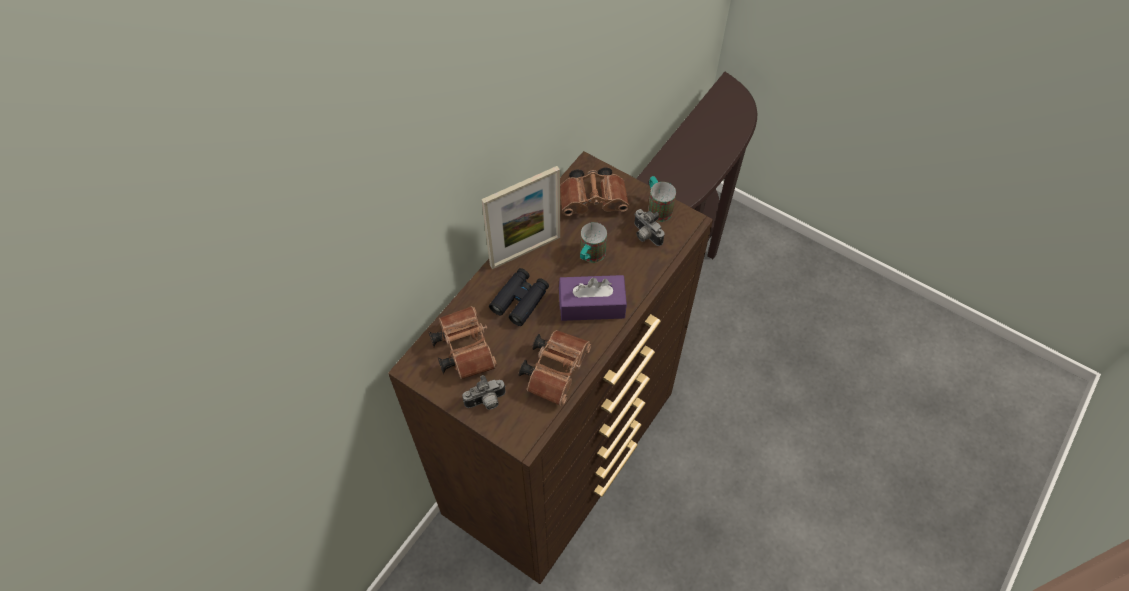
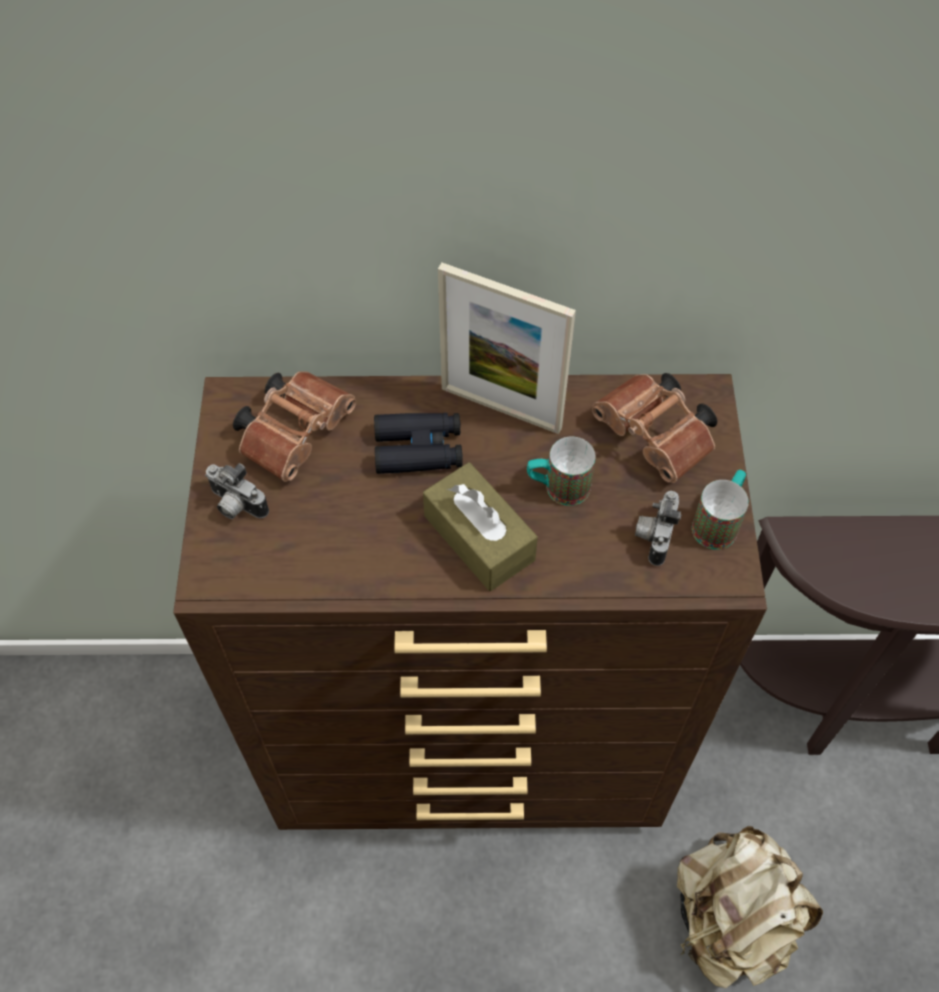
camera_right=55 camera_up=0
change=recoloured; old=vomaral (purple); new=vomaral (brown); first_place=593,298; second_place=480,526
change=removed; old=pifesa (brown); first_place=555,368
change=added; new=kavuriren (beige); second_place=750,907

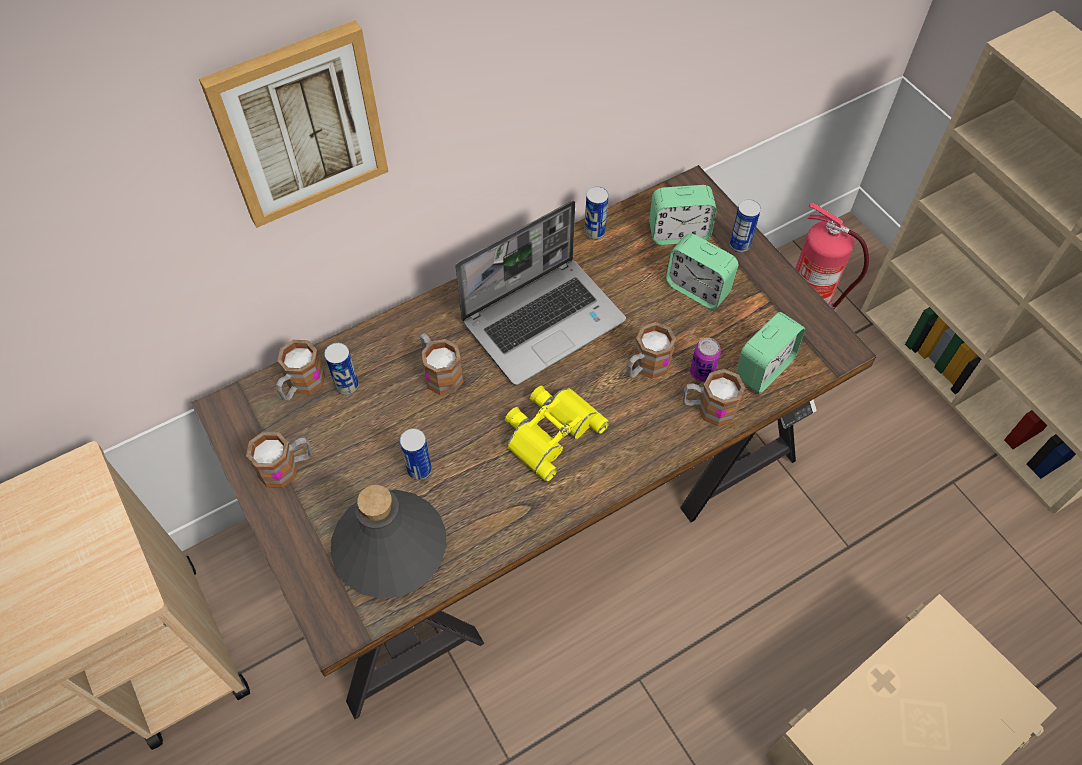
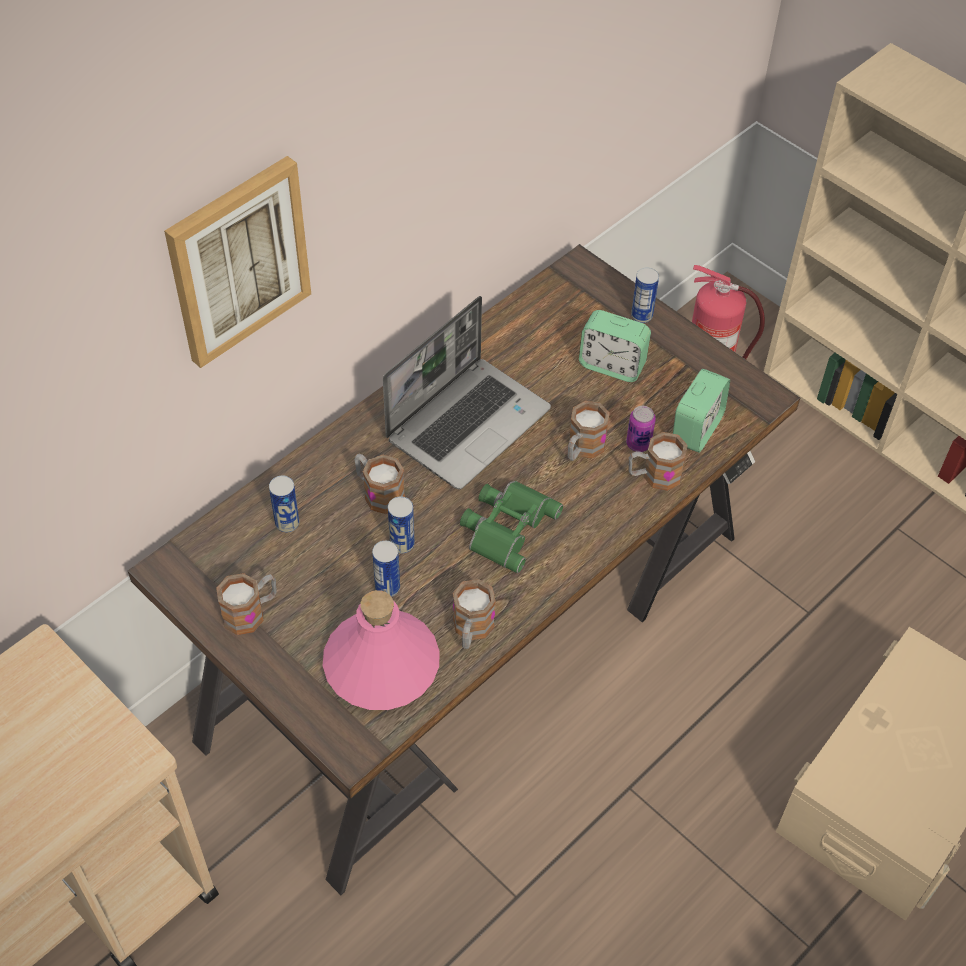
camera_right=-15 camera_up=-5
change=removed; old=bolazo; first_place=683,215
change=moved; old=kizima; first_place=596,213; second_place=401,525
change=moved; old=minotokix; first_place=300,370; second_place=474,614
change=recoloured; old=pifesa (yellow); new=pifesa (green); first_place=557,434; second_place=511,527
change=recoloured; old=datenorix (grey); new=datenorix (pink); first_place=388,541; second_place=381,650

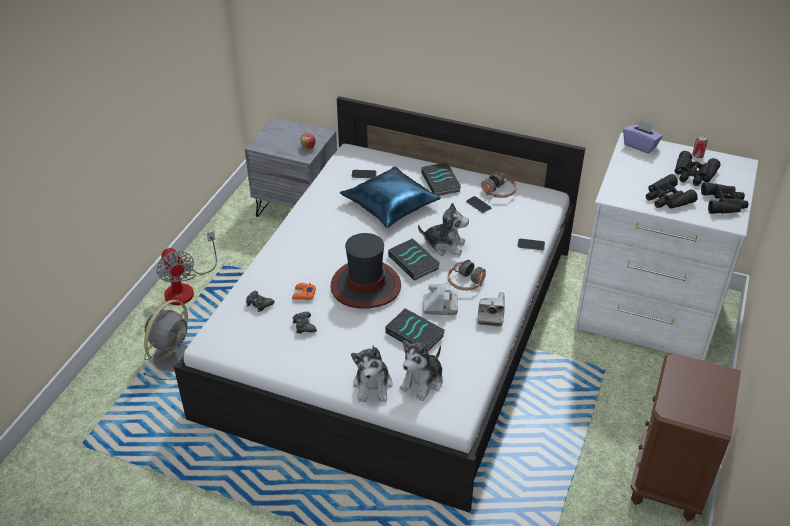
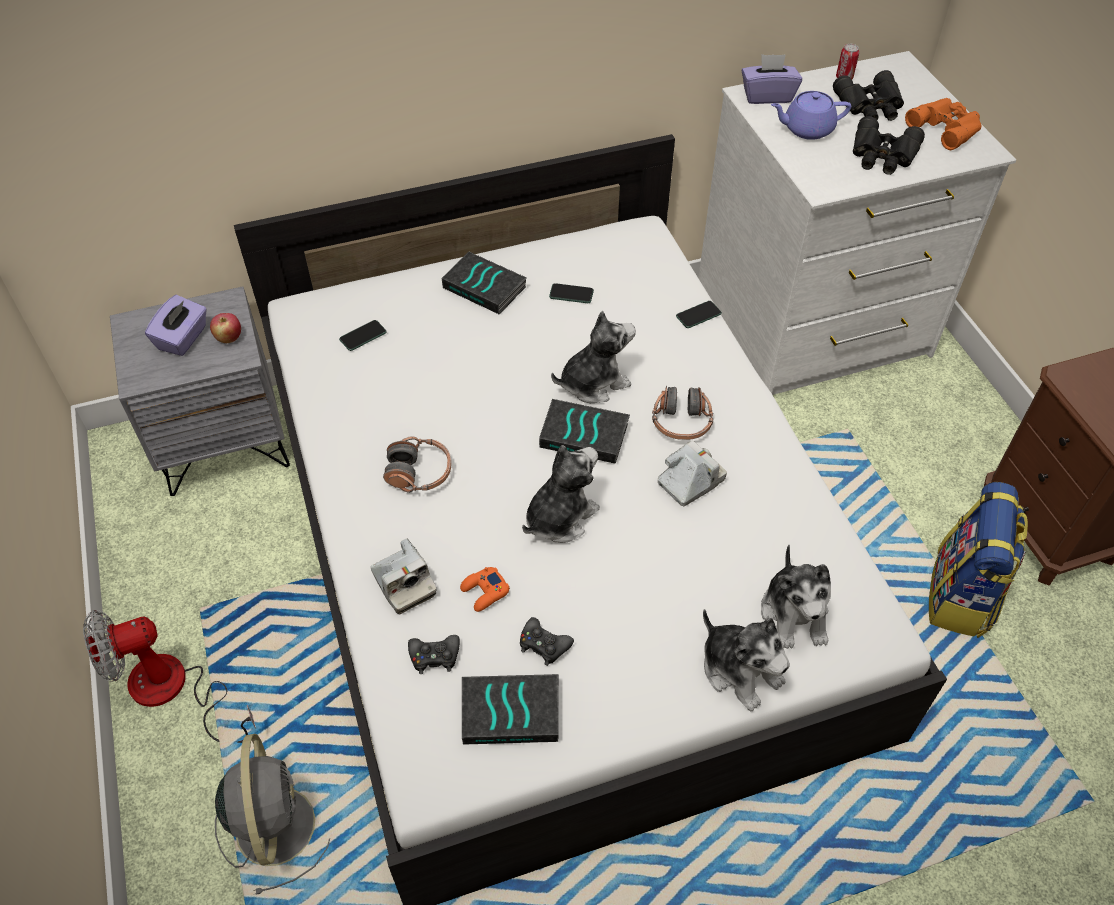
camera_right=-40 camera_up=10
change=removed; old=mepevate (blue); first_place=390,197
change=moved; old=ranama; first_place=499,185; second_place=417,464
change=recoloured; old=pifesa (black); new=pifesa (orange); first_place=725,198; second_place=943,124
change=turned; old=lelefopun; first_place=187,268; second_place=169,676; degrees=135
change=replaced; old=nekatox; new=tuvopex; first_place=366,271; second_place=561,494
change=moved; old=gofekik; first_place=491,309; second_place=404,576
change=moved; old=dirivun; first_place=415,329; second_place=510,709
change=added; new=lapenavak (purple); second_place=811,115
change=added; new=vomaral (purple); second_place=176,325
change=added; new=kavuriren; second_place=978,560

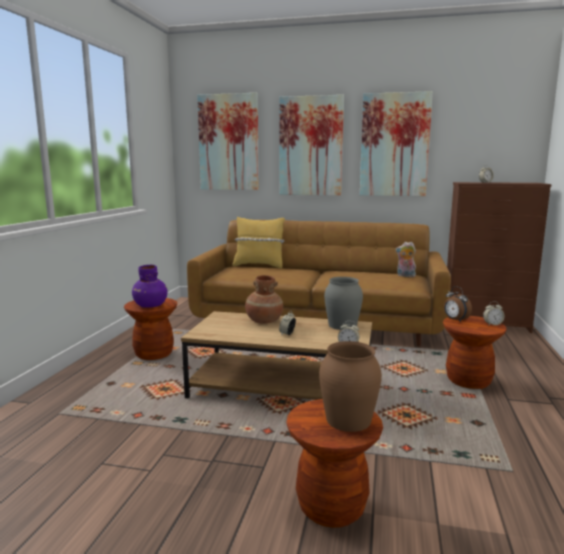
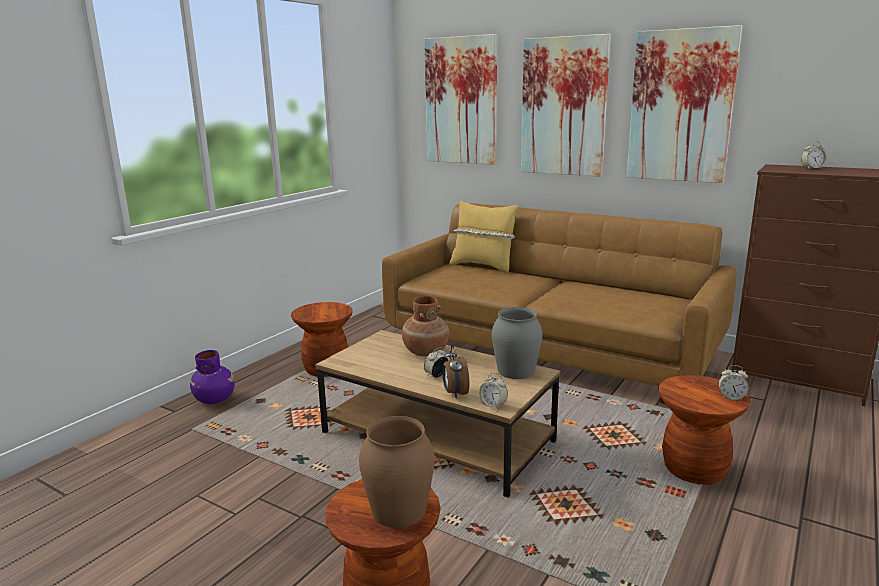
camera_right=20 camera_up=5
change=removed; old=tuvopex; first_place=405,259
change=moved; old=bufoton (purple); first_place=150,286; second_place=212,377
change=moved; old=bolazo; first_place=458,304; second_place=455,371

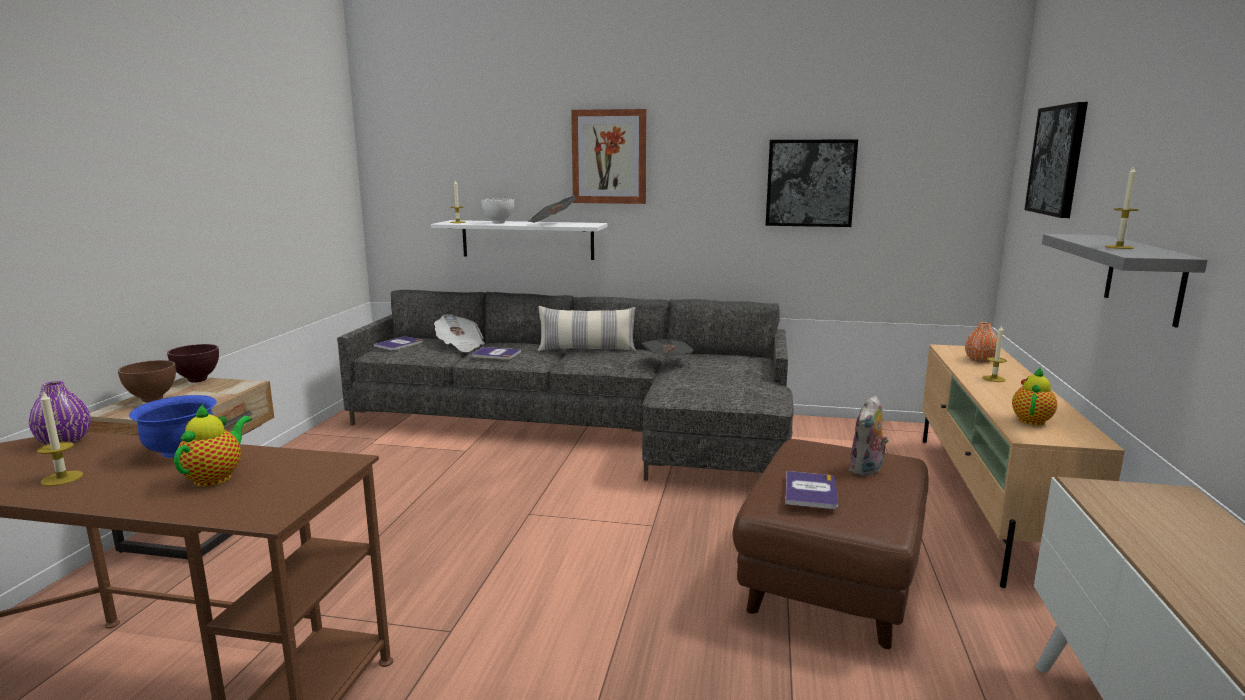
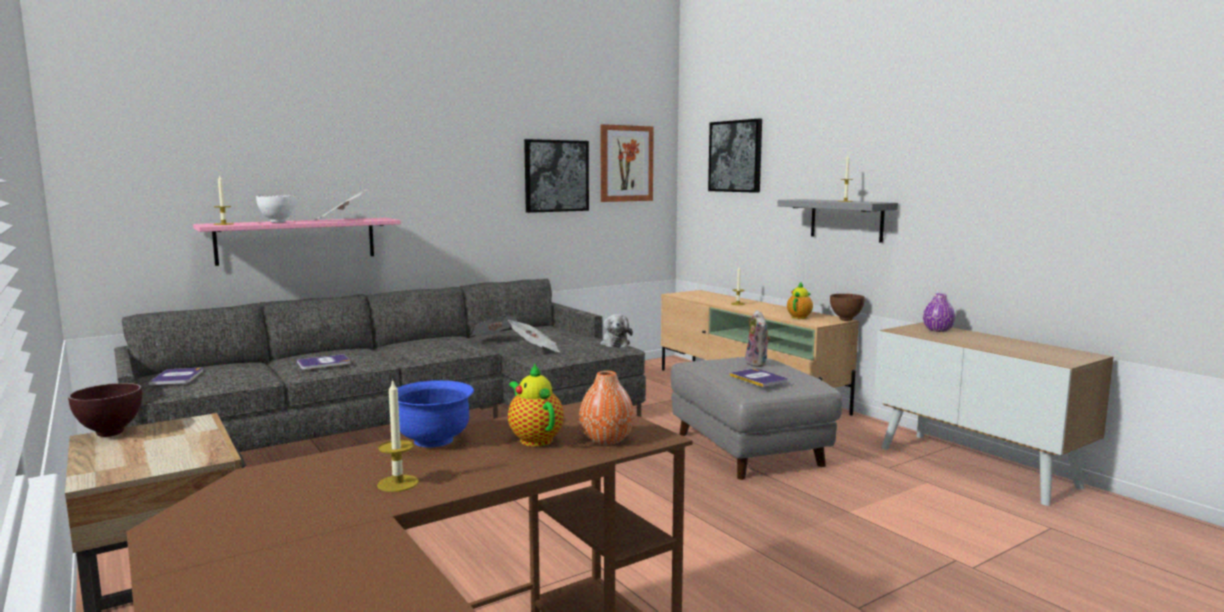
camera_right=-45 camera_up=-5
change=moved; old=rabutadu; first_place=609,156; second_place=627,163
change=recoloured; old=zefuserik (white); new=zefuserik (pink); first_place=519,240; second_place=297,242
change=removed; old=mepevate; first_place=587,329
change=moved; old=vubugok; first_place=459,333; second_place=533,336
change=moved; old=bufoton (orange); first_place=981,342; second_place=606,408
change=moved; old=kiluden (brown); first_place=147,381; second_place=847,307
change=turned; old=lapenavak; first_place=1034,396; second_place=800,300; degrees=45
change=moved; old=bufoton (purple); first_place=60,413; second_place=939,312
change=recoloured; old=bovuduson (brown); new=bovuduson (grey); first_place=830,544; second_place=756,418
change=added; new=tuvopex; second_place=616,331

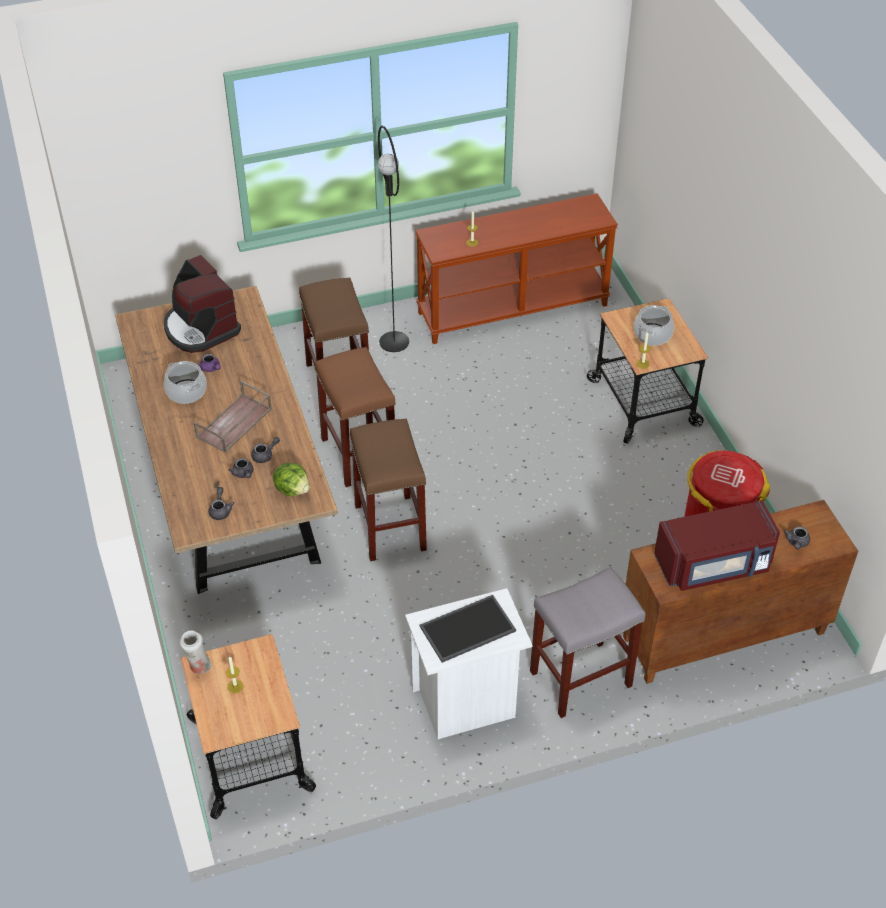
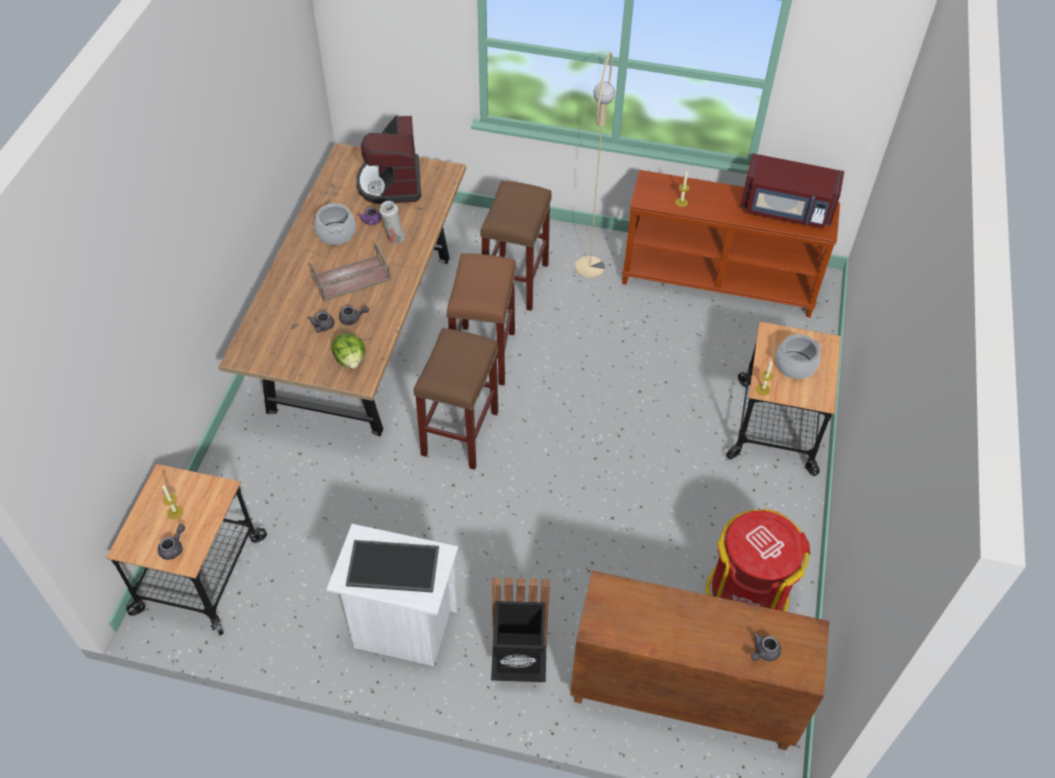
camera_right=30 camera_up=5
change=recoloured; old=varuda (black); new=varuda (beige); first_place=393,239; second_place=595,165
change=moved; old=lapenavak (grey); first_place=221,503; second_place=171,542
change=moved; old=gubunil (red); first_place=717,546; second_place=792,191
change=replaced; old=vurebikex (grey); new=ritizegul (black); first_place=587,642; second_place=520,630
change=moved; old=bufoton (white); first_place=196,652; second_place=392,222

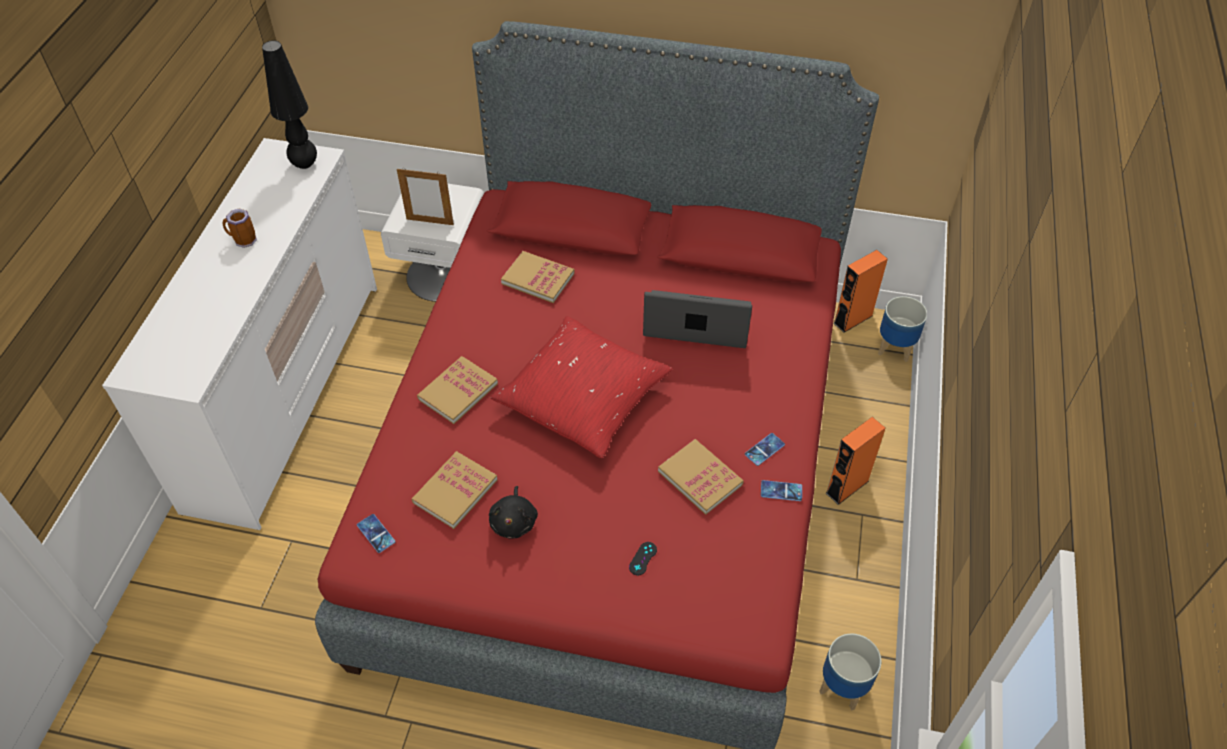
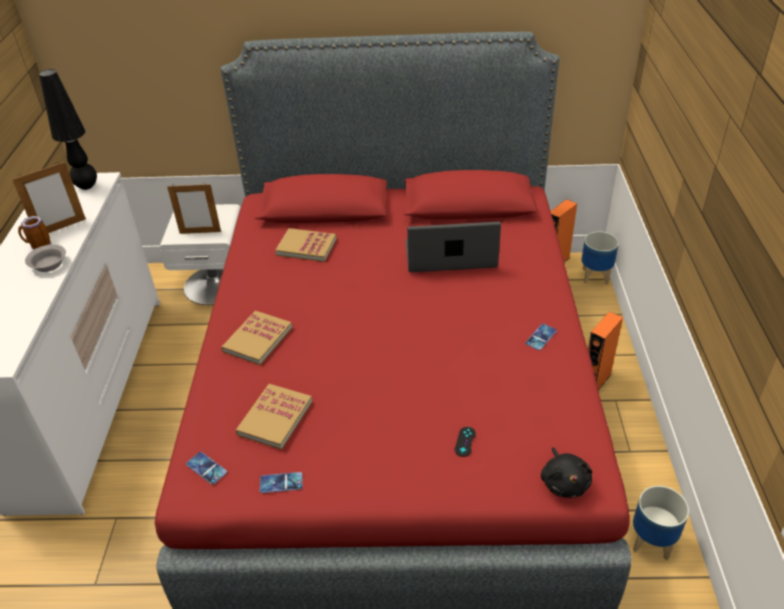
camera_right=-10 camera_up=-10
change=removed; old=mepevate (red); first_place=581,387
change=removed; old=dirivun; first_place=701,477
change=moved; old=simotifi; first_place=781,490; second_place=281,482
change=moved; old=tuvopex (black); first_place=513,512; second_place=567,472
change=added; new=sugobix; second_place=49,197
change=added; new=kiluden (grey); second_place=45,258

